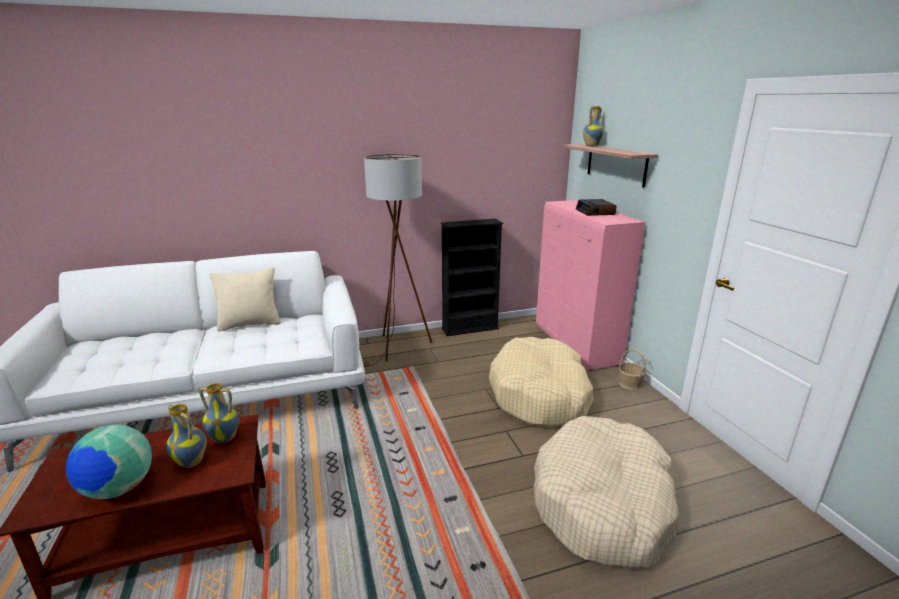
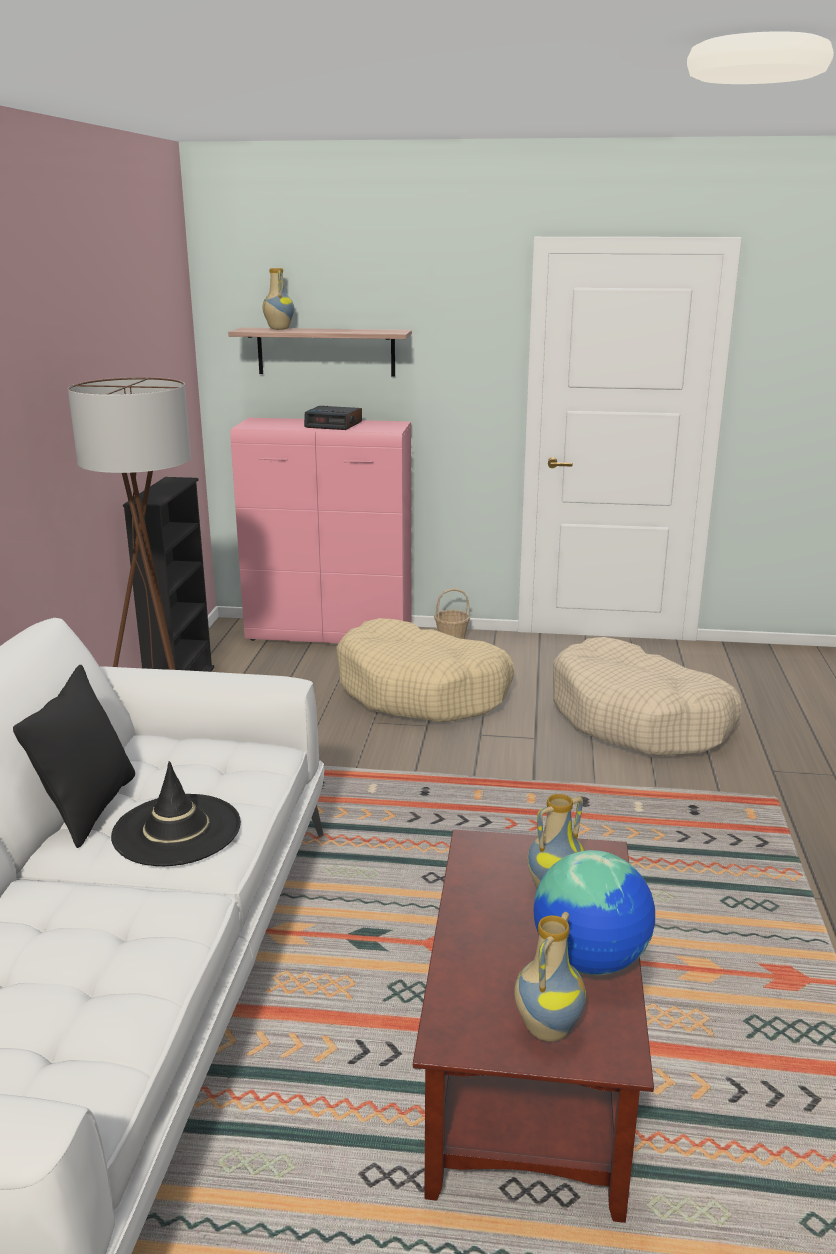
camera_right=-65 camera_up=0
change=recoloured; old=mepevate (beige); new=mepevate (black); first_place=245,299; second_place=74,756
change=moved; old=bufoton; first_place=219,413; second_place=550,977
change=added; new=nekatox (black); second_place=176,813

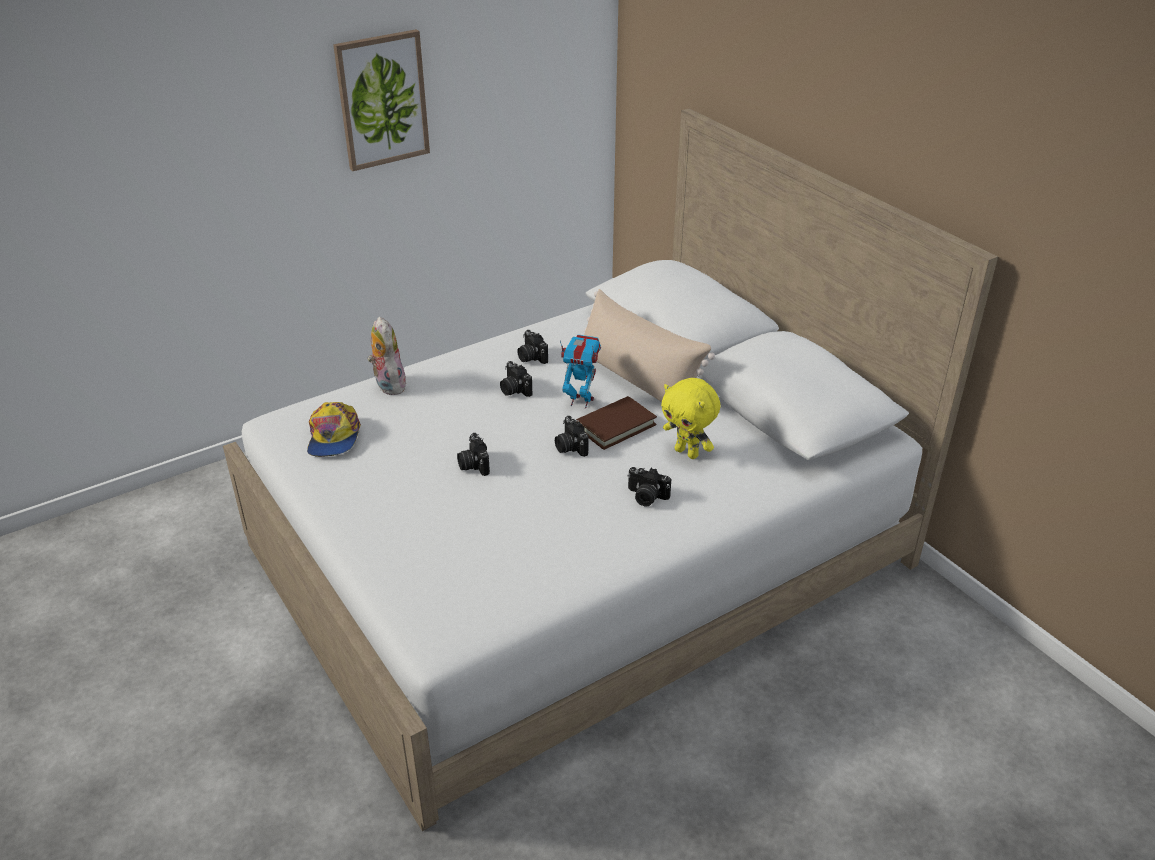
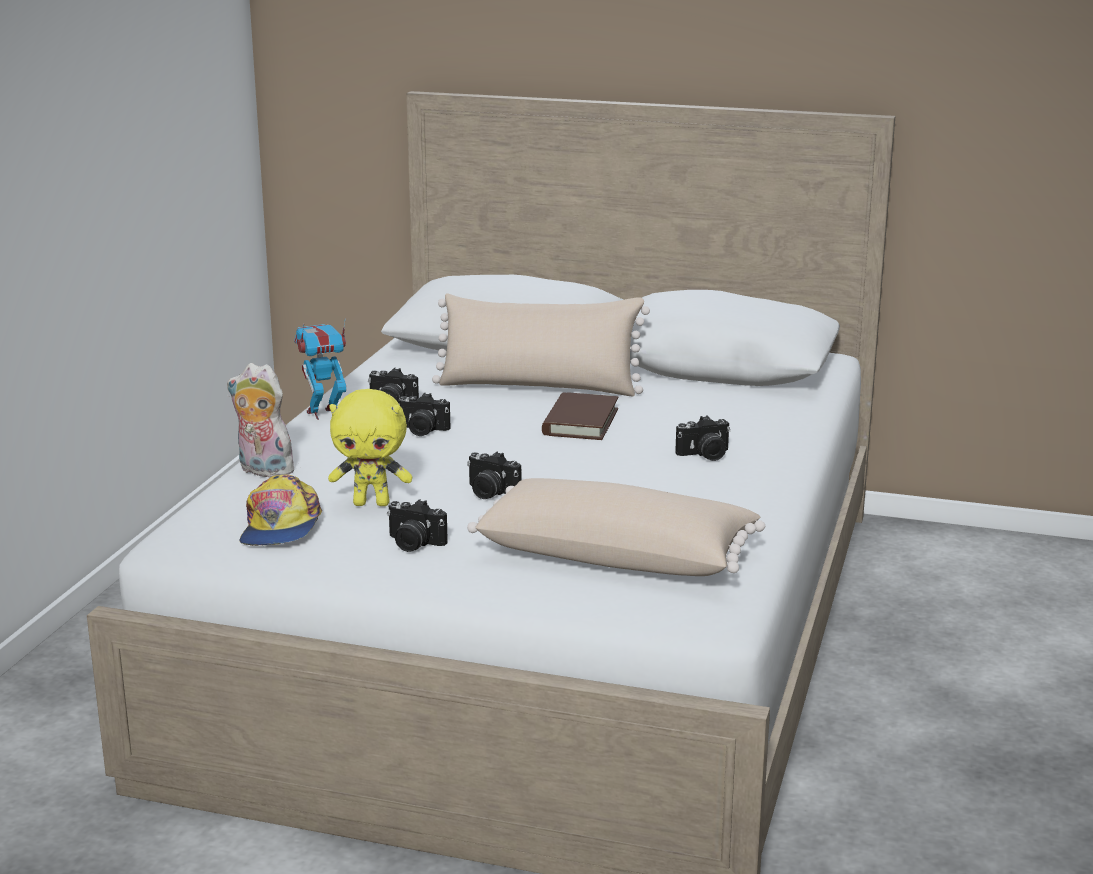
camera_right=-40 camera_up=-15
change=removed; old=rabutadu; first_place=381,100
change=moved; old=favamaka; first_place=580,371; second_place=320,369
change=moved; old=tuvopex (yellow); first_place=690,418; second_place=370,447
change=turned; old=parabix; first_place=334,429; second_place=281,510; degrees=45
change=moved; old=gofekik; first_place=572,436; second_place=417,525
change=added; new=mepevate (beige); second_place=616,527

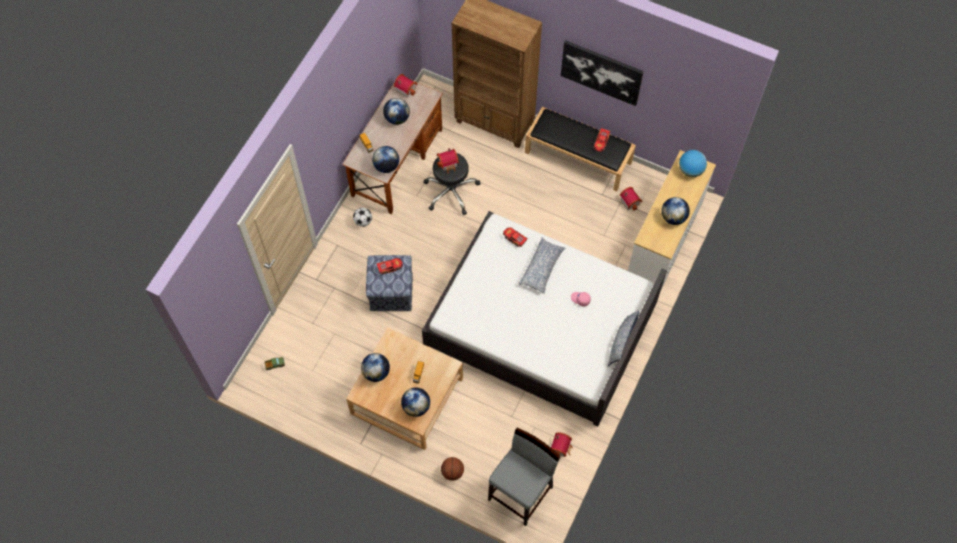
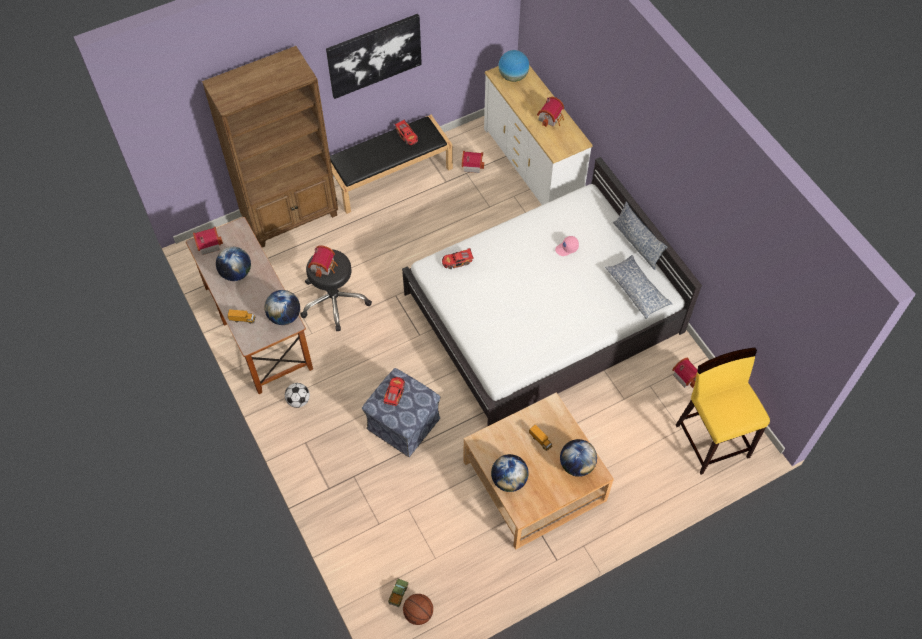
camera_right=-55 camera_up=-5
change=replaced; old=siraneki; new=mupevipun; first_place=675,211; second_place=550,112
change=moved; old=mepevate; first_place=542,265; second_place=639,287
change=recoloured; old=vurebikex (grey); new=vurebikex (yellow); first_place=524,477; second_place=723,411
change=moved; old=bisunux; first_place=452,469; second_place=418,609

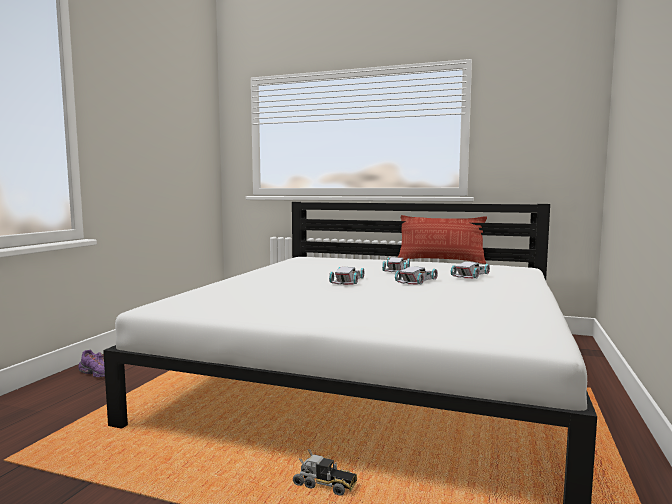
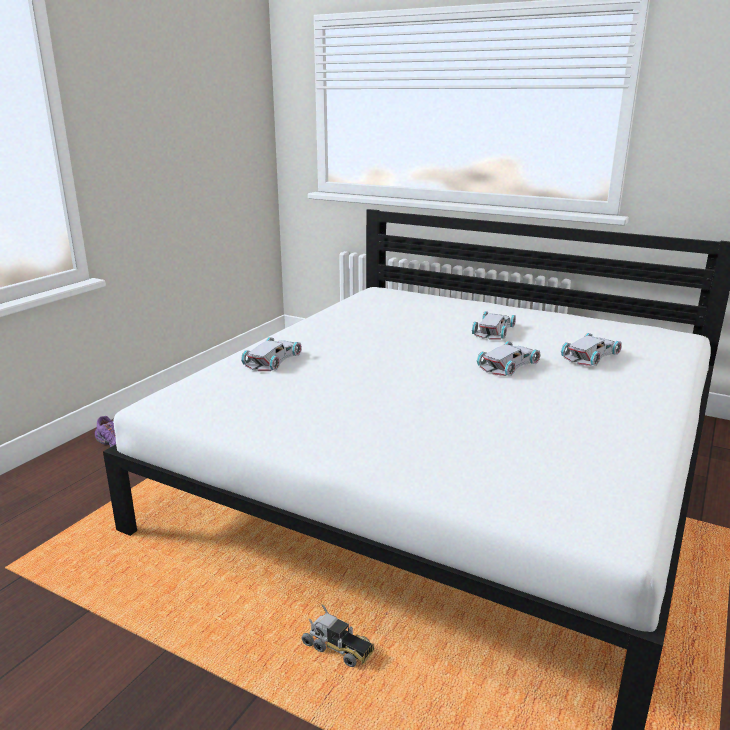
camera_right=10 camera_up=15
change=removed; old=mepevate; first_place=442,239
change=moved; old=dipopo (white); first_place=346,276; second_place=271,354

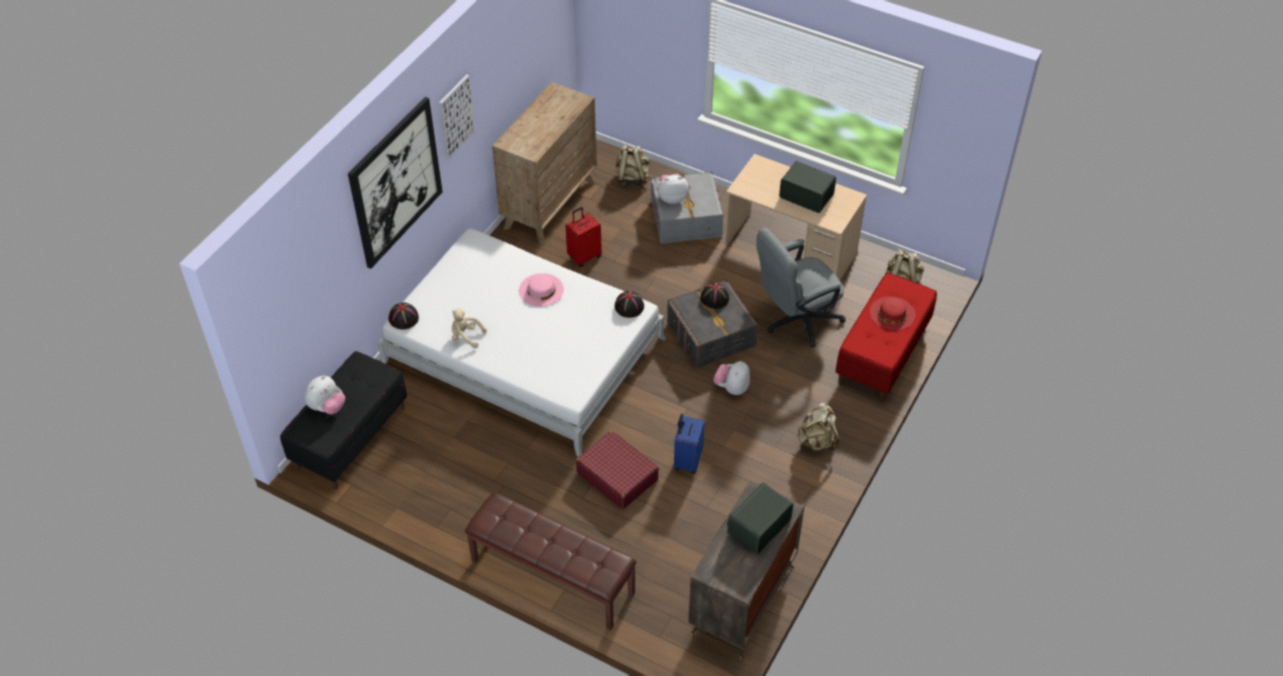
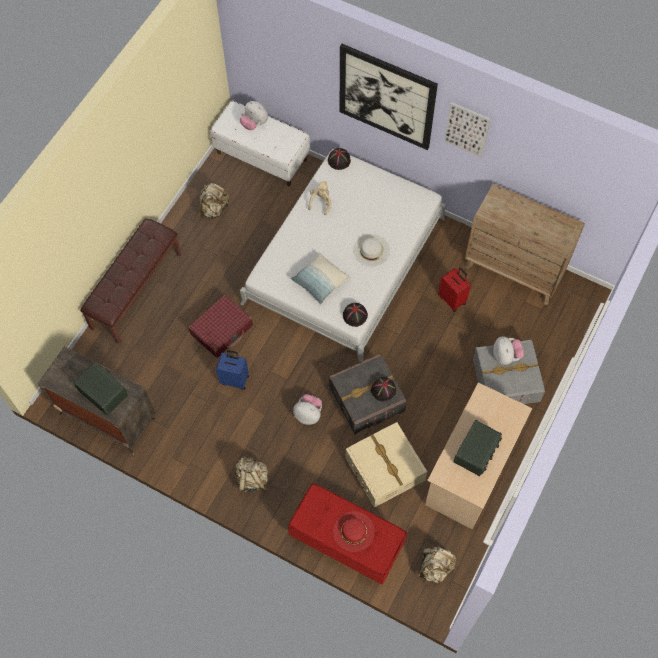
camera_right=90 camera_up=15
change=moved; old=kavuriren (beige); first_place=632,165; second_place=214,201
change=replaced; old=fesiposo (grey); new=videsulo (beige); first_place=800,287; second_place=386,465
change=recoloured; old=nekatox (pink); new=nekatox (white); first_place=541,290; second_place=371,250
change=recoloured; old=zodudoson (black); new=zodudoson (white); first_place=343,420; second_place=260,143
change=added; new=mepevate; second_place=320,279

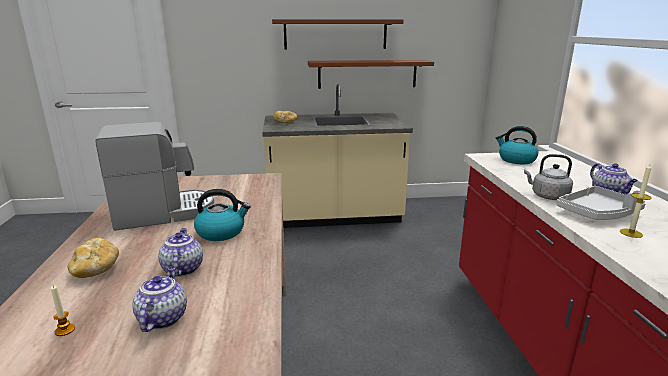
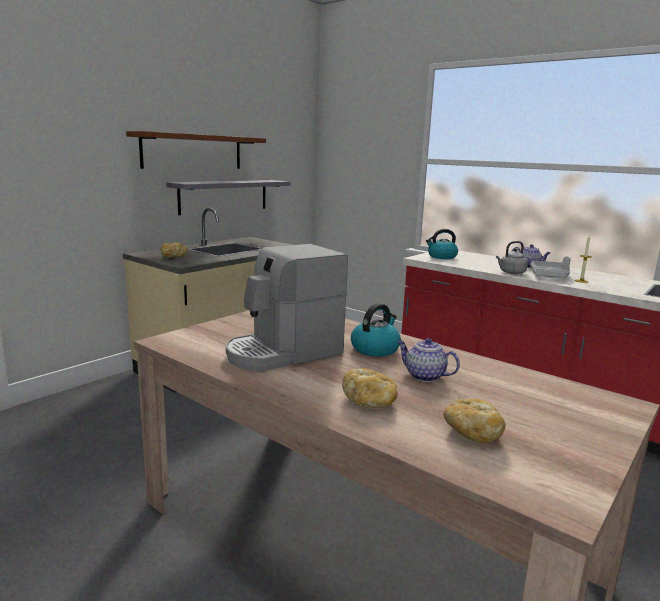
camera_right=-45 camera_up=-5
change=recoloured; old=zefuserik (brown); new=zefuserik (grey); first_place=371,74; second_place=228,197
change=turned; old=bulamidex; first_place=154,176; second_place=287,307; degrees=-150
change=removed; old=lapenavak; first_place=160,299
change=replaced; old=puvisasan; new=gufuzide; first_place=63,311; second_place=475,420

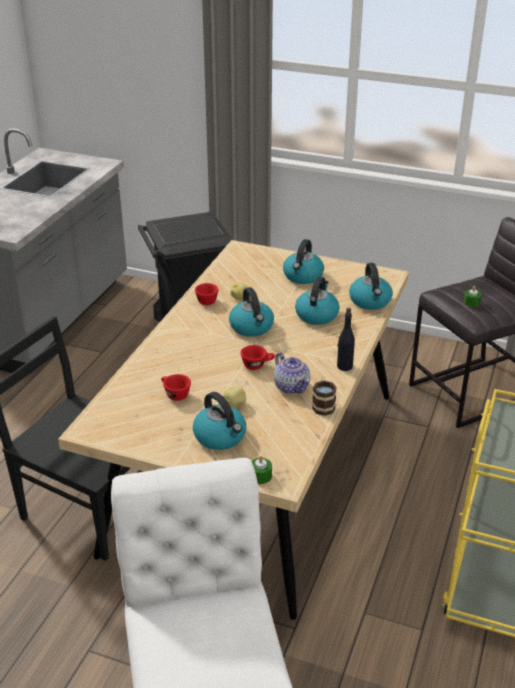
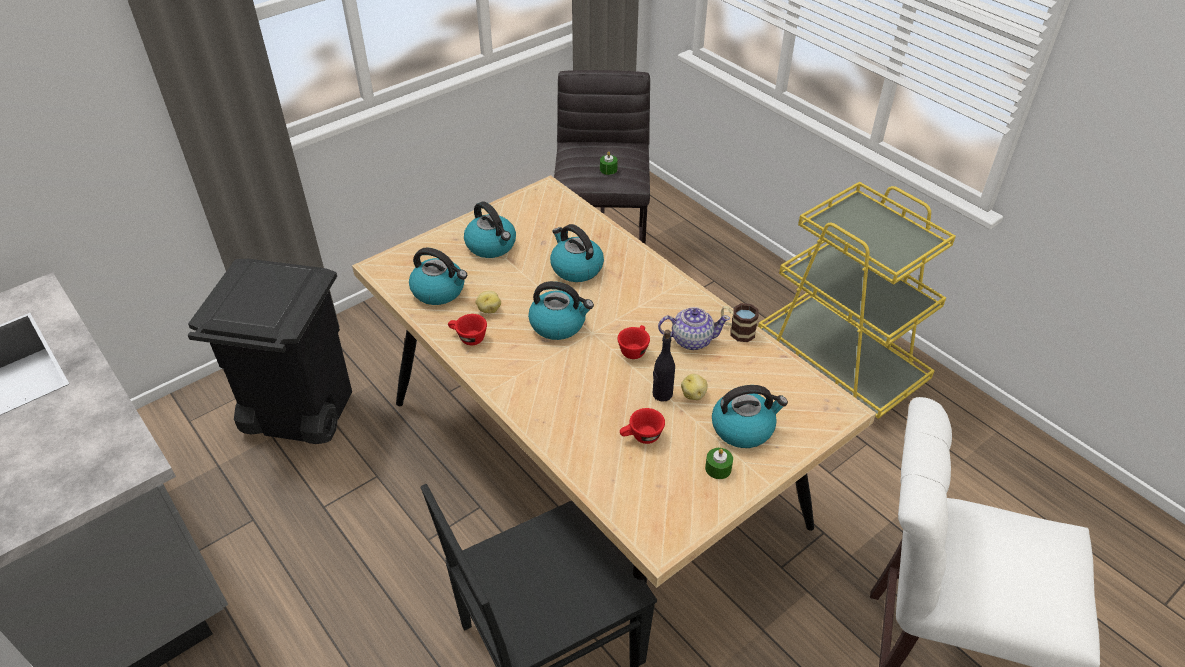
camera_right=-60 camera_up=10
change=moved; old=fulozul; first_place=371,286; second_place=438,276
change=moved; old=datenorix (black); first_place=346,339; second_place=664,366
change=moved; old=puvisasan (green); first_place=262,470; second_place=719,463

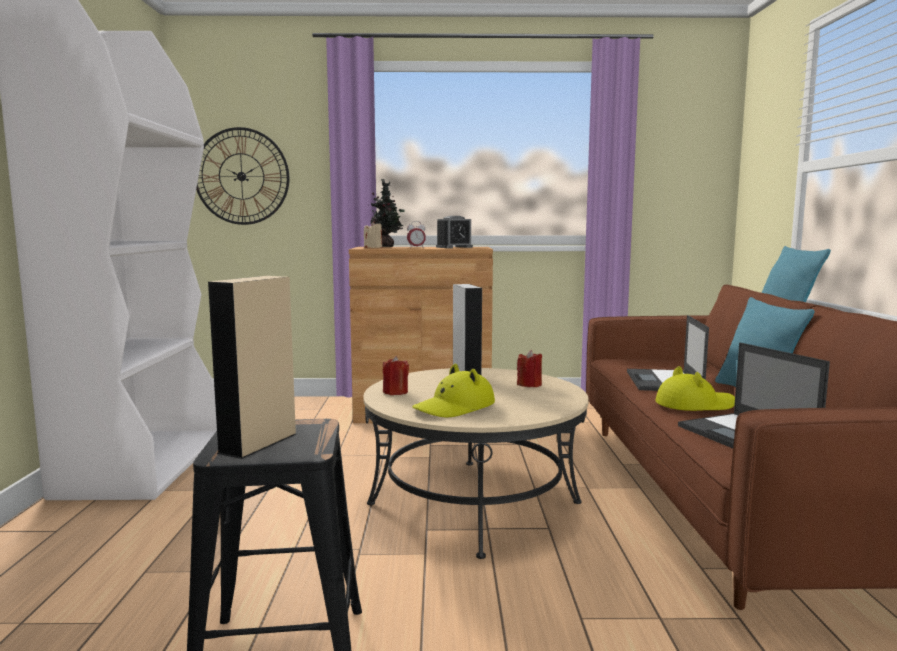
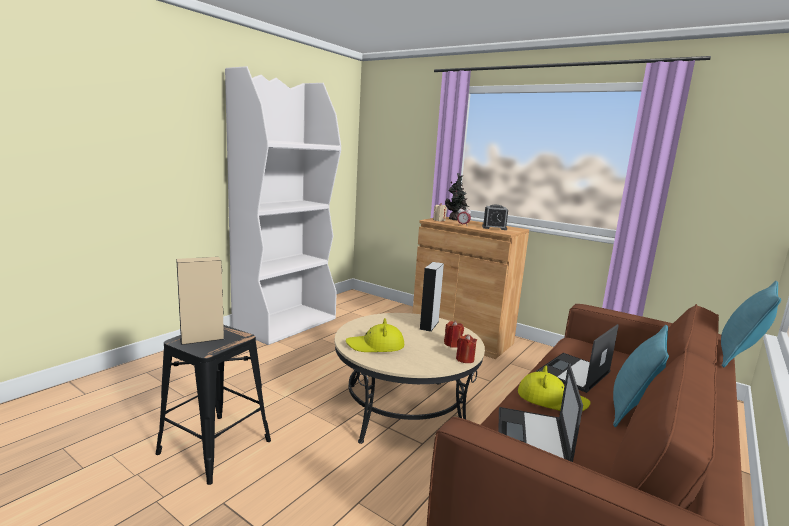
camera_right=35 camera_up=5
change=removed; old=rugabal; first_place=242,176
change=moved; old=puvisasan (red); first_place=396,375; second_place=466,348

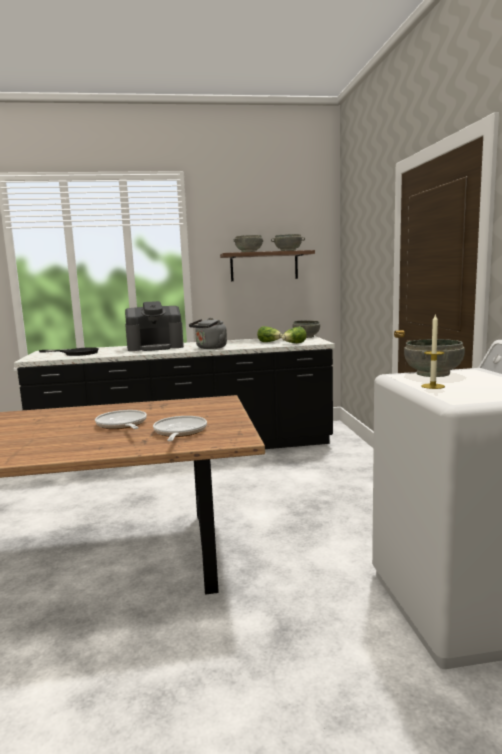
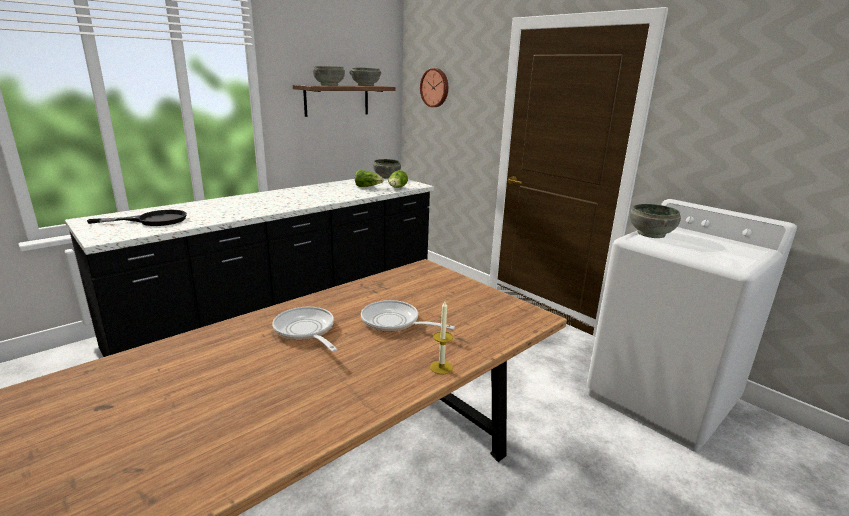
camera_right=-35 camera_up=10
change=removed; old=bulamidex; first_place=154,326
change=moved; old=puvisasan; first_place=433,351; second_place=441,337
change=removed; old=fulozul (grey); first_place=208,333
change=moved; old=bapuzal; first_place=180,428; second_place=305,329
change=added; new=rugabal; second_place=434,87

